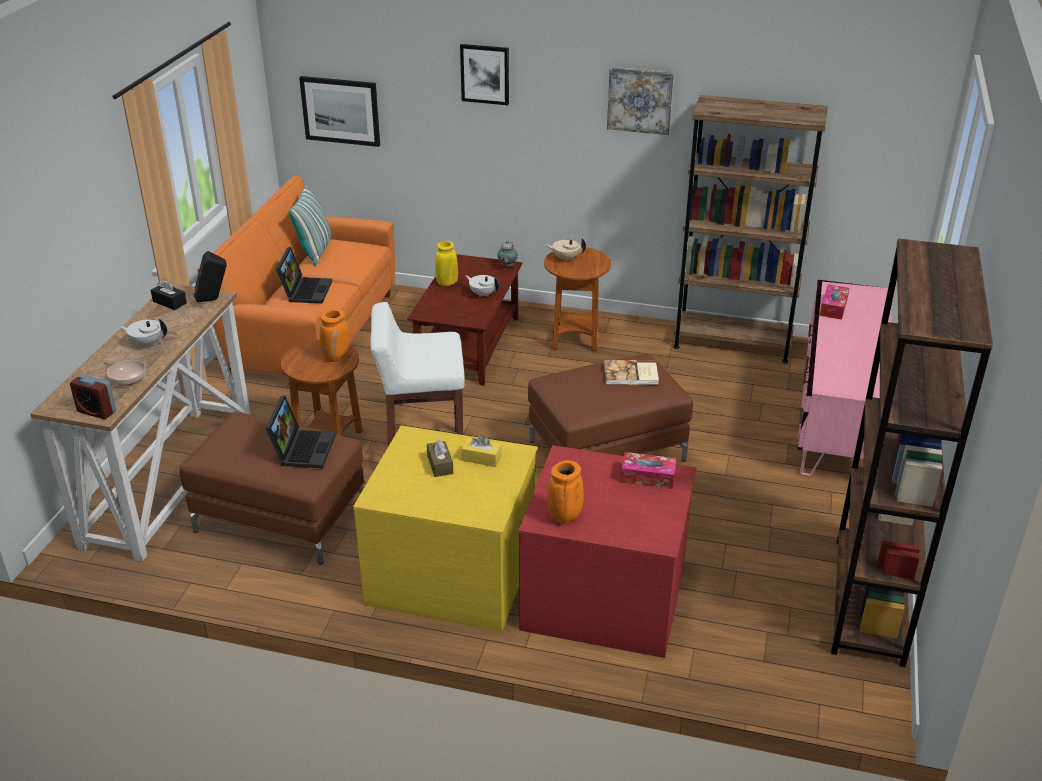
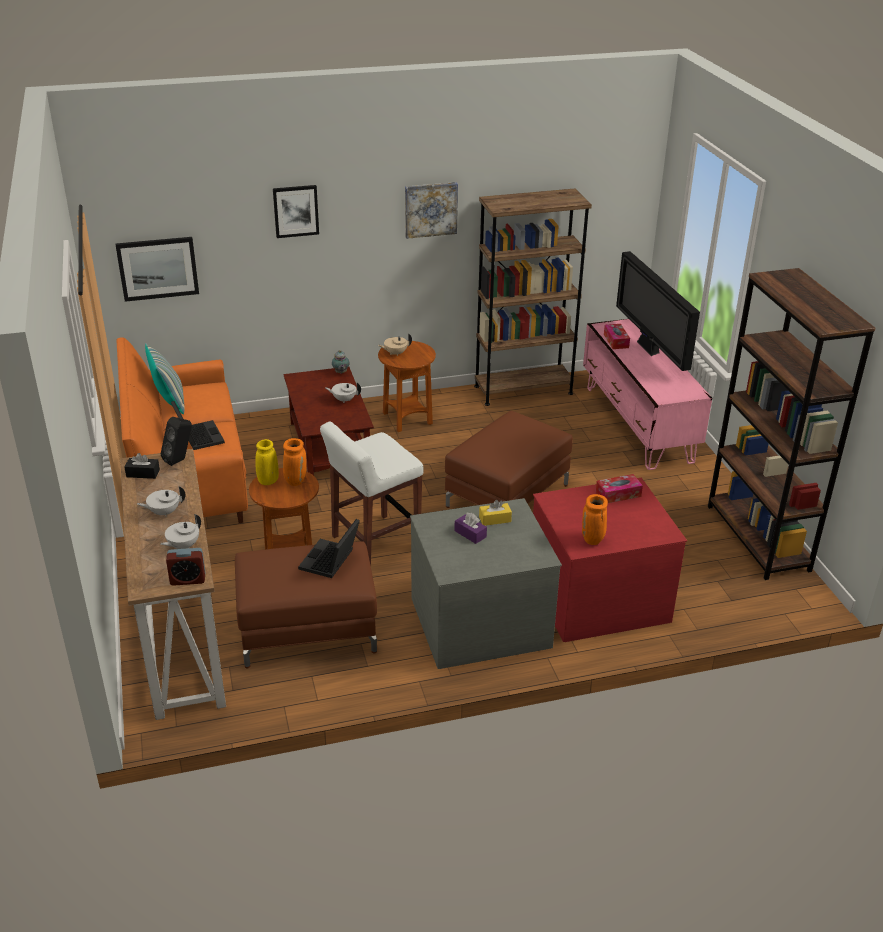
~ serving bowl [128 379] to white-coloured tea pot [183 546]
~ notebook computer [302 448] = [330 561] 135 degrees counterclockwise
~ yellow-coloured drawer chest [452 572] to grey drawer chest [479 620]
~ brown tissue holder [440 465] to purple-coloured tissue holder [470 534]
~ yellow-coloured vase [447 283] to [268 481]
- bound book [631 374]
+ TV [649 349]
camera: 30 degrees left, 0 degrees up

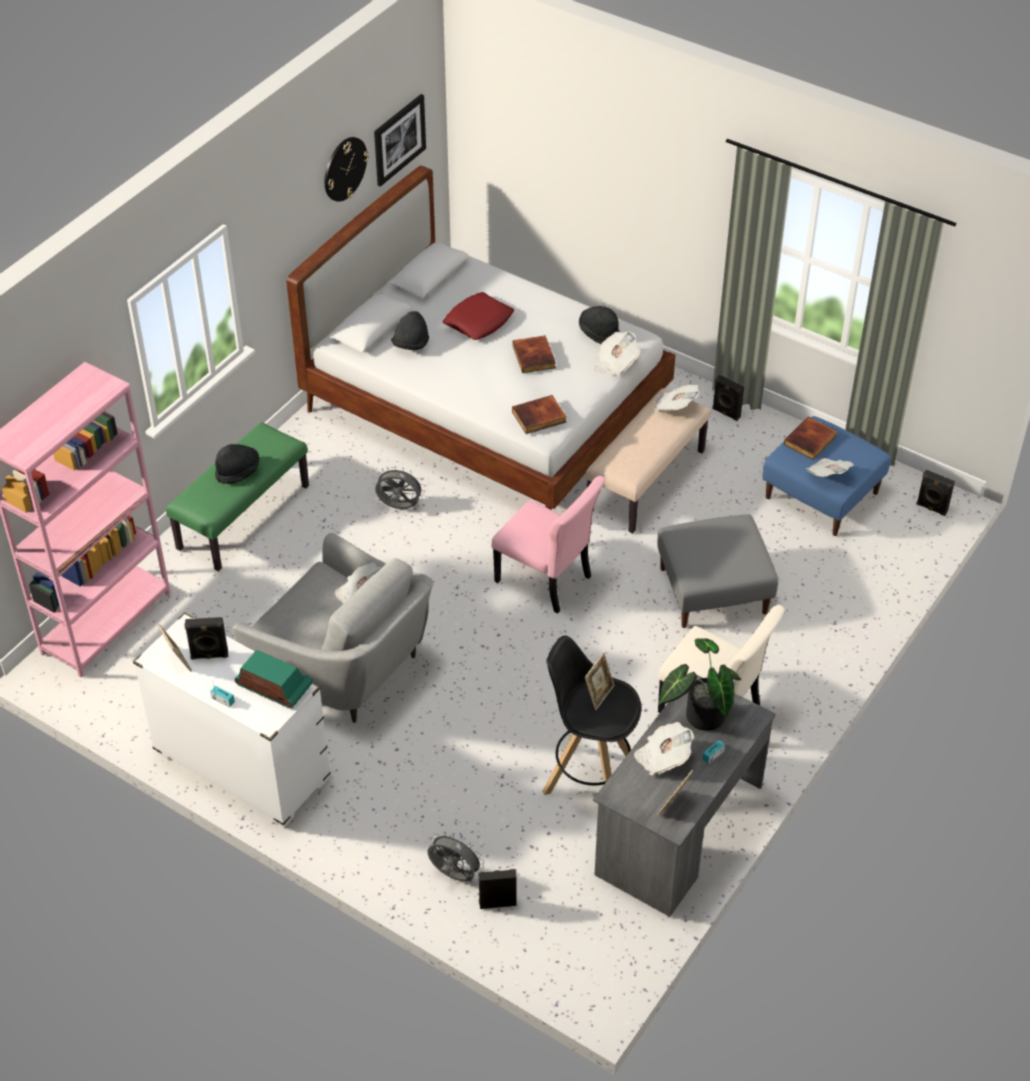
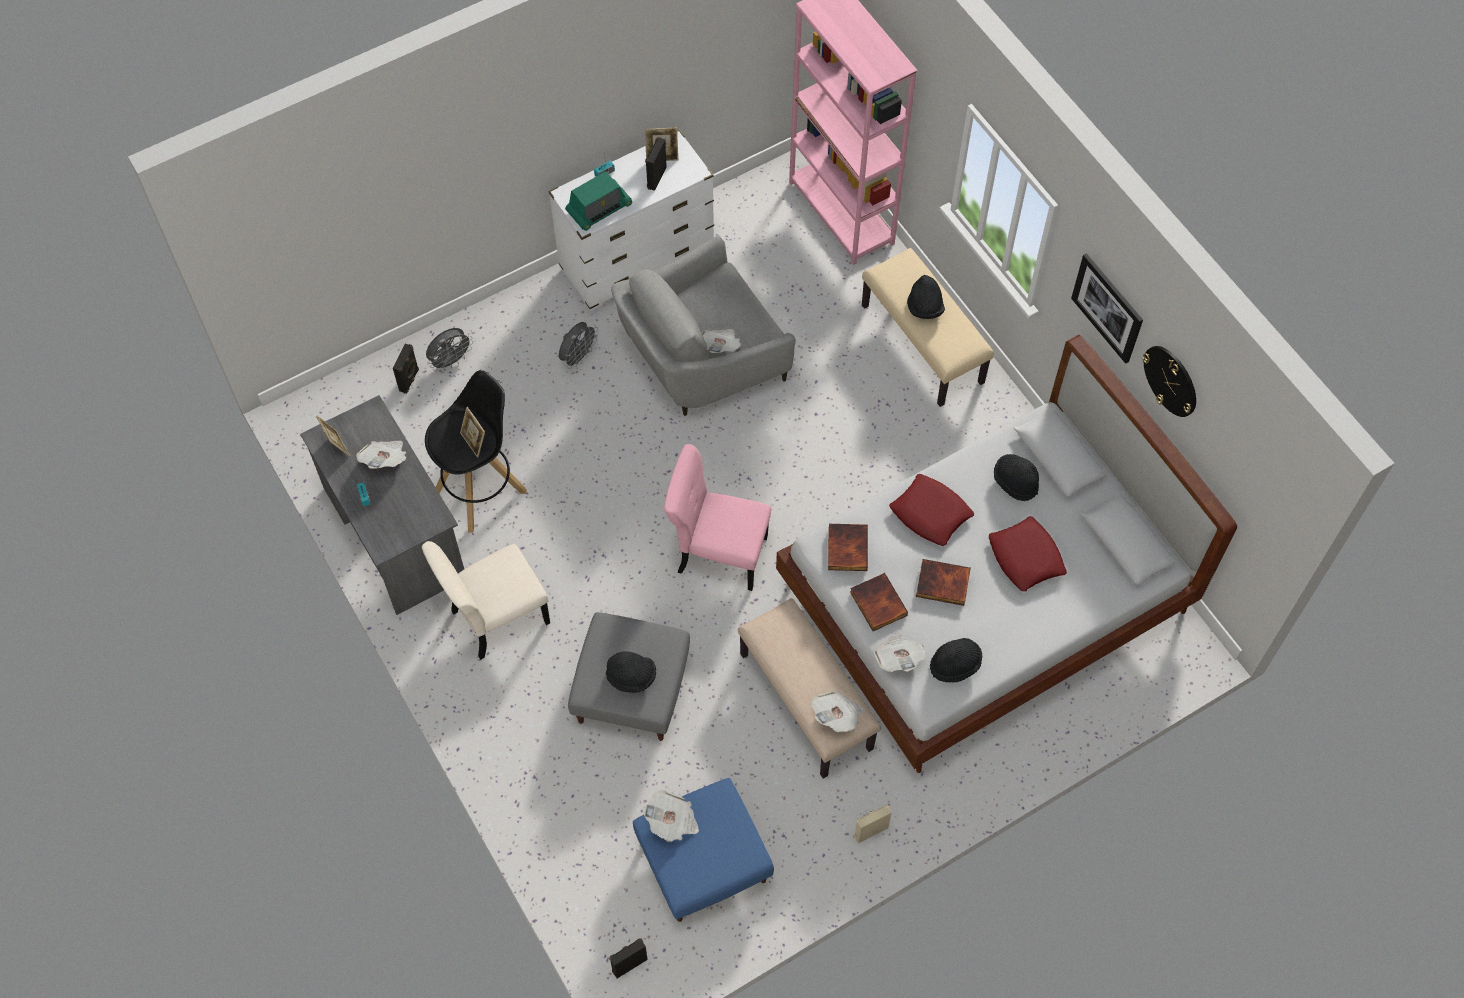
~ greenish long seat [243 516] to beige-coloured long seat [923 344]
~ picture [398 139] to [1108 307]
~ grey cooling fan [399 507] to [578 357]
~ pink-coloured plain chair [546 581] = [718 553] 45 degrees clockwise
- potted plant [700 715]
~ black-coloured speaker [725 413] to beige-coloured speaker [870 831]
~ bound book [810 441] to [877 603]
+ black-coloured wearable hat [631 677]
+ red-coloured pillow [930 513]
camera: 115 degrees right, 15 degrees up

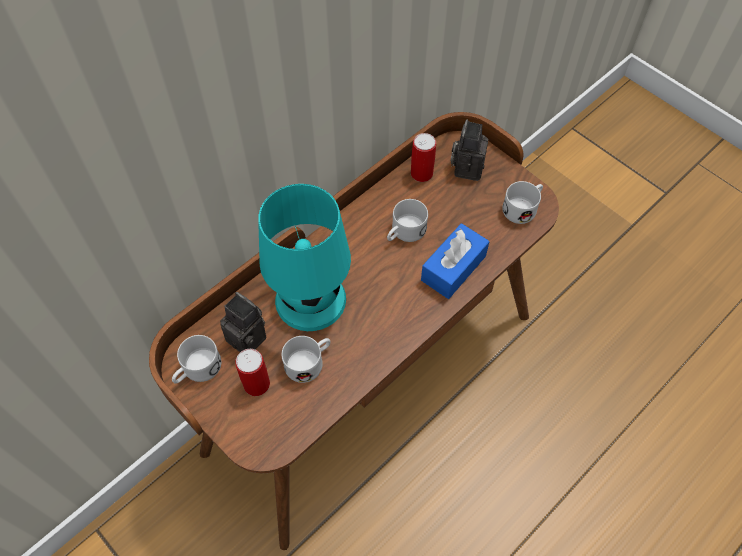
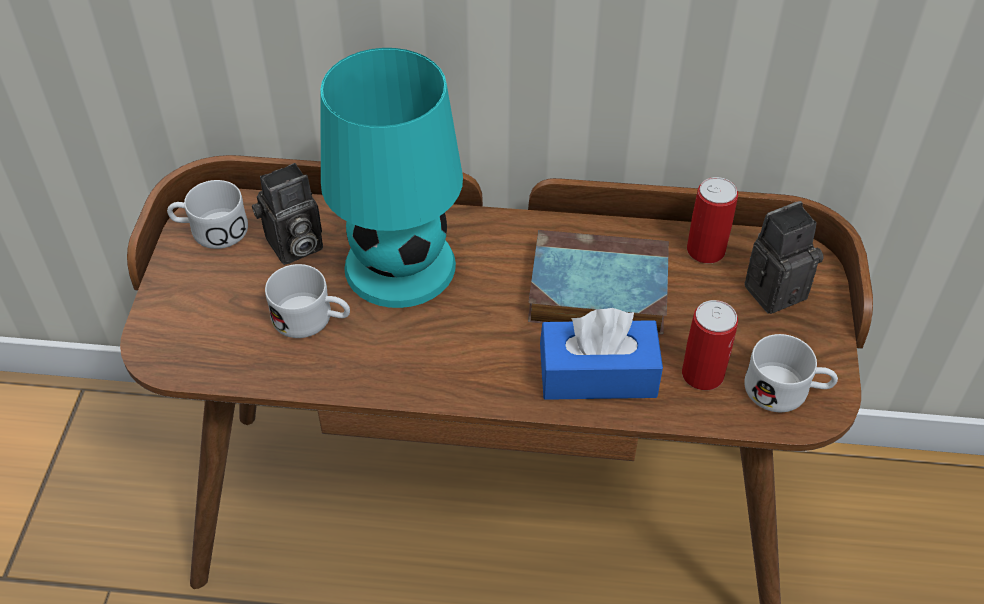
~ photo camera [250 338] = [293 247] 60 degrees clockwise
~ metal can [256 384] to [702 374]
~ white-coloured mug [404 232] to bound book [594 291]
camera: 50 degrees right, 10 degrees down

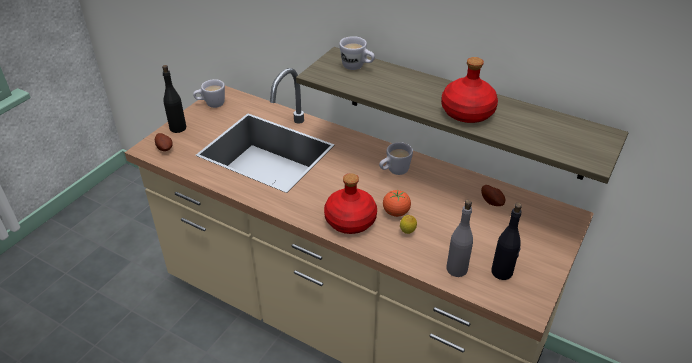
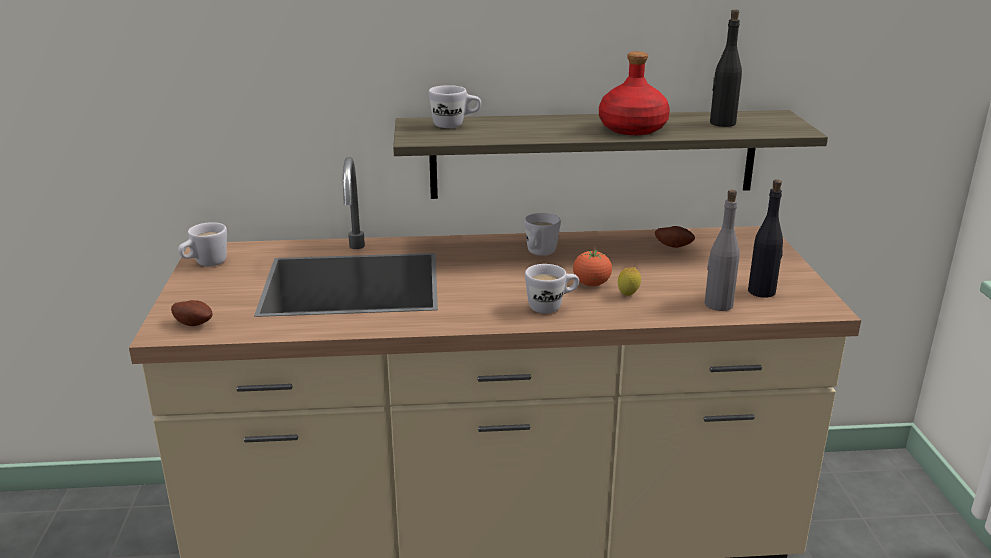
~ black-coloured drink bottle [178 128] to [722 123]
~ red-coloured drink bottle [351 220] to white-coloured mug [552 306]
camera: 35 degrees left, 15 degrees down

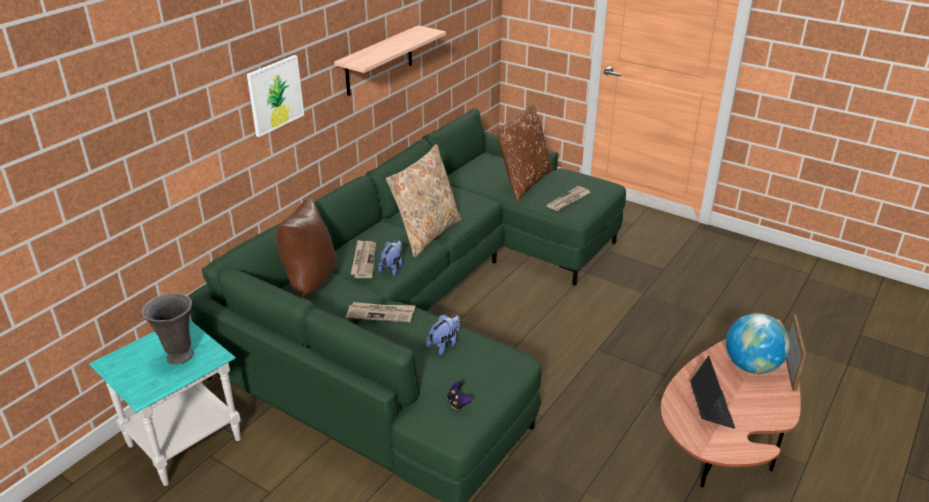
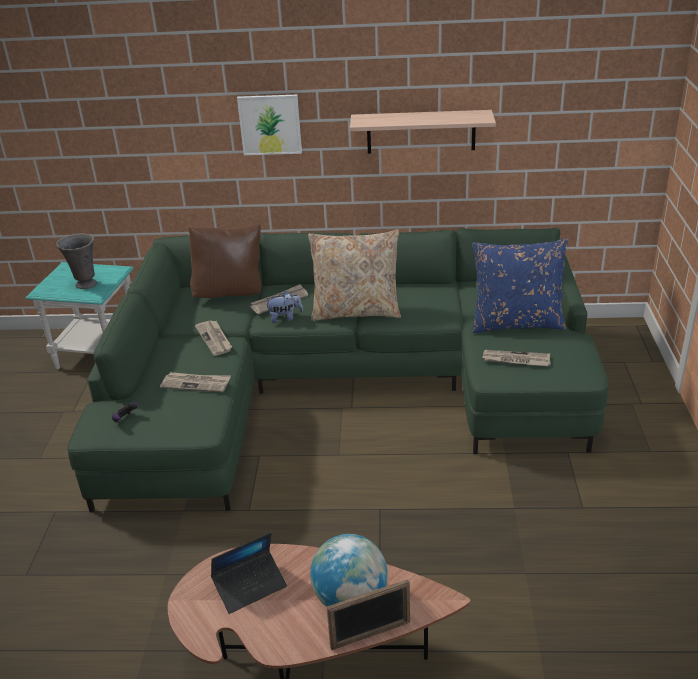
~ plush toy [444 345] to daily paper [196 383]
~ brown pillow [523 182] to blue-coloured pillow [516 322]
camera: 60 degrees right, 0 degrees up

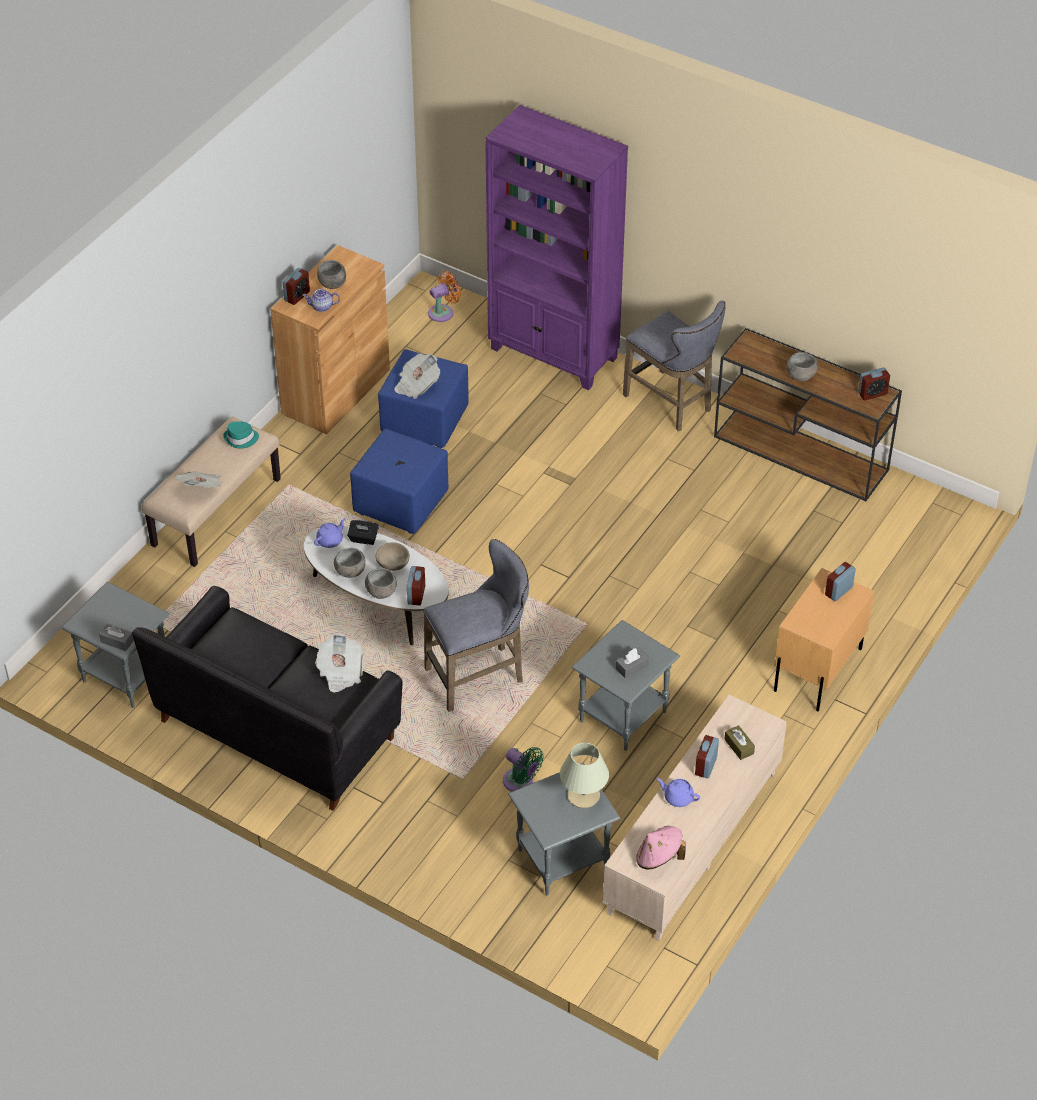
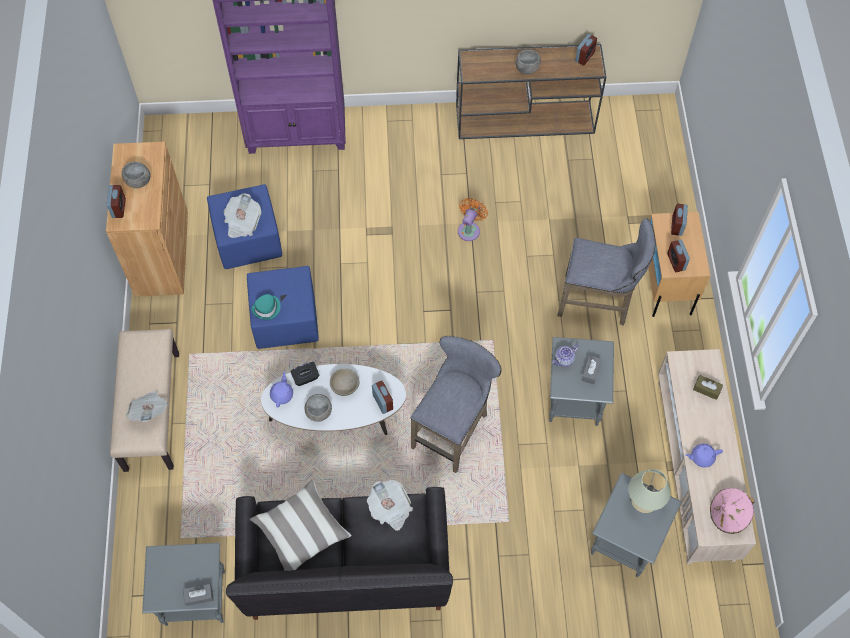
~ blue-green wearable hat [241 439] to [267 308]
~ tea pot [321 307] to [564 360]
- grey serving bowl [381 592]
~ orange-coloured cooling fan [443 312] to [469 229]
- greenish cooling fan [520 782]
~ grey sitting stool [672 404] to [598 302]
~ bedside clock [706 766] to [676 262]
+ pillow [301 531]
camera: 35 degrees left, 15 degrees up

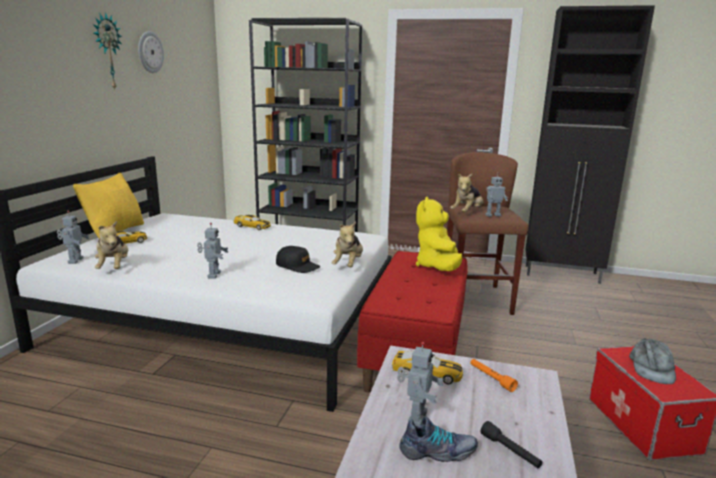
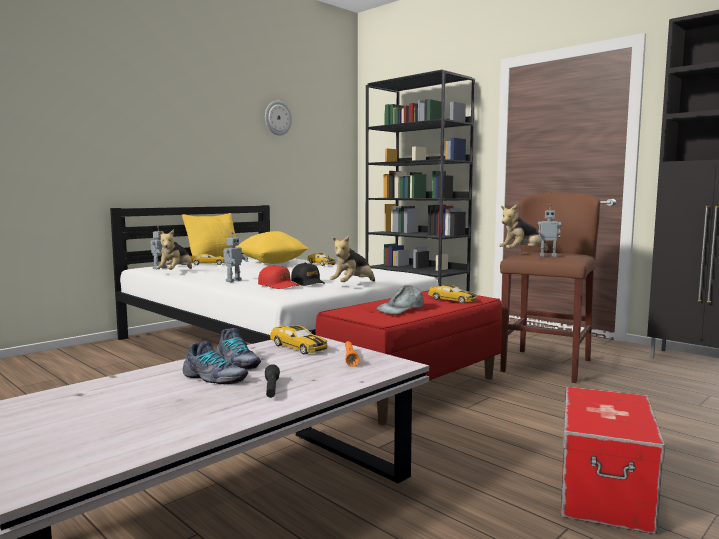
- hanging clock [107 52]
~ toy robot [415 417] to low shoe [237 363]
~ yellow-coloured plush toy [437 267] to toy car [452 300]
~ grey baseball cap [651 368] to [401 309]
+ yellow-coloured pillow [271 263]
+ red-coloured baseball cap [278 286]
camera: 30 degrees right, 10 degrees down

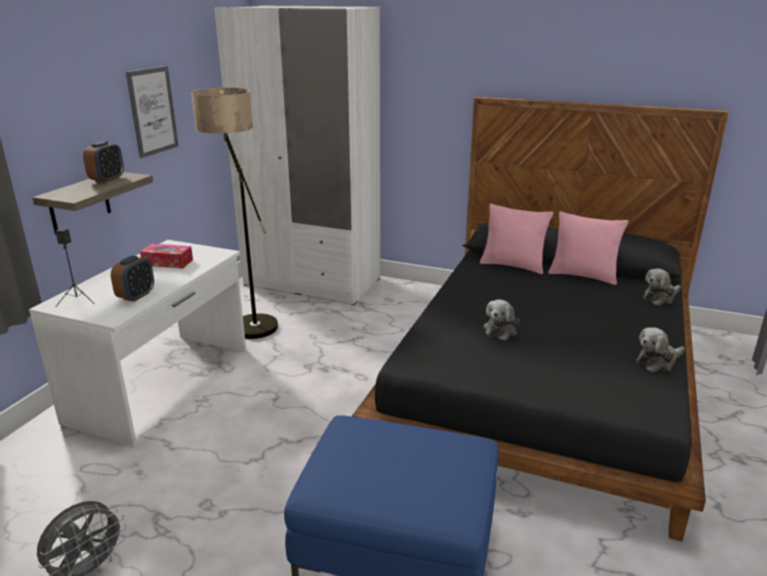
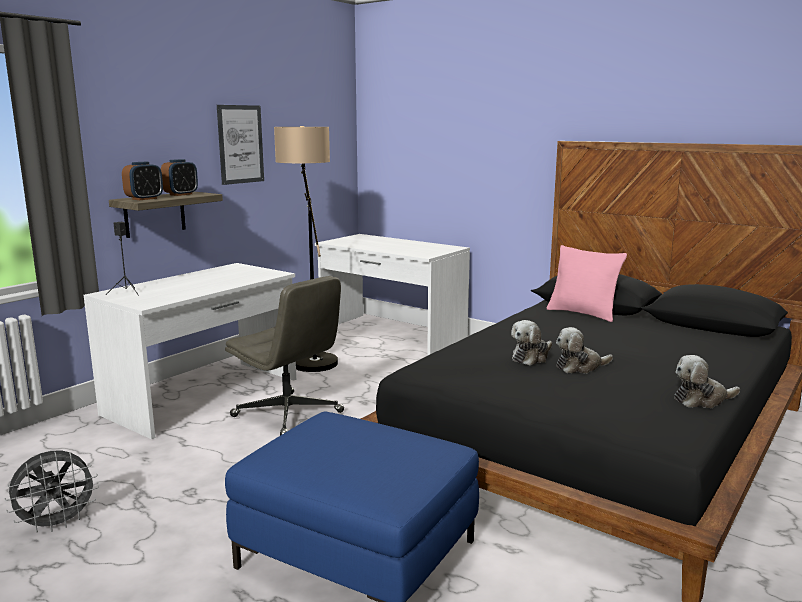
~ bedside clock [136 296] to [144 199]
- tissue holder [167 262]
~ white-coloured wardrobe [312 282] to white-coloured desk unit [391 334]
- pink-coloured pillow [583 276]
~ plush toy [660 298] to [580 367]
+ grey desk chair [289 414]
camera: 15 degrees right, 10 degrees down

